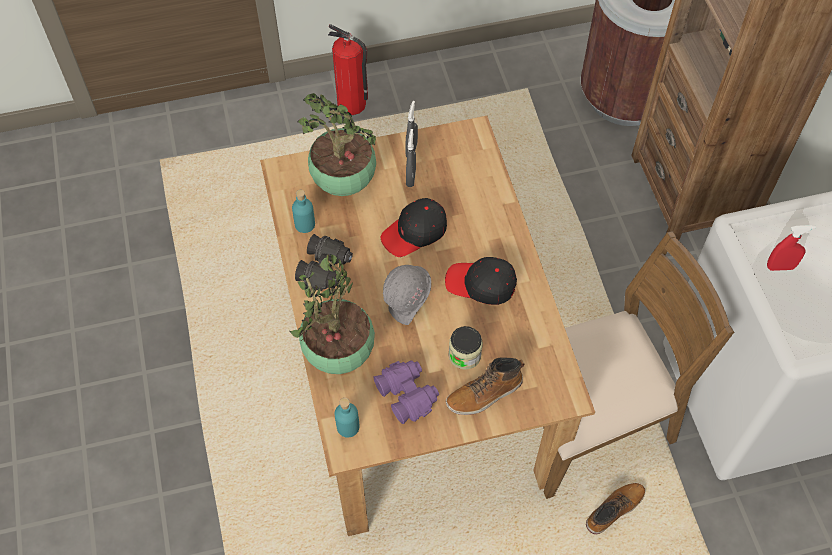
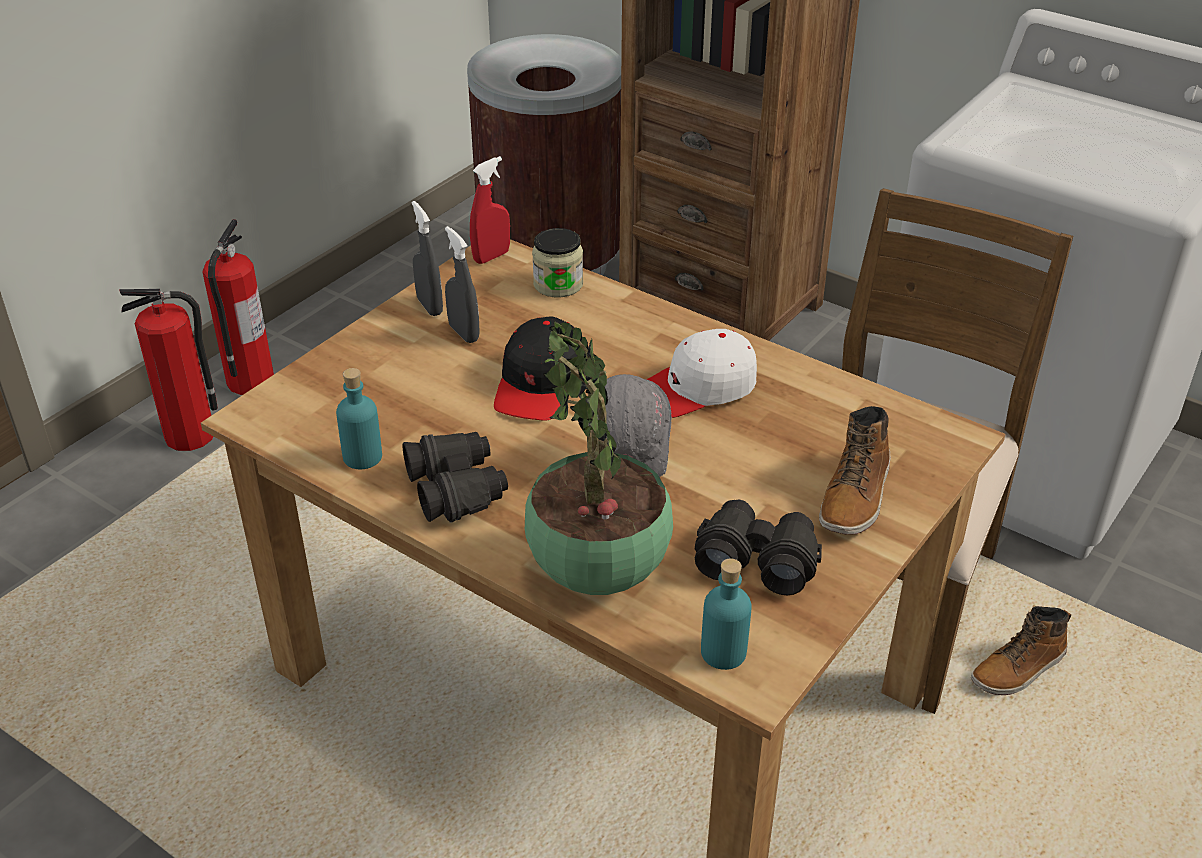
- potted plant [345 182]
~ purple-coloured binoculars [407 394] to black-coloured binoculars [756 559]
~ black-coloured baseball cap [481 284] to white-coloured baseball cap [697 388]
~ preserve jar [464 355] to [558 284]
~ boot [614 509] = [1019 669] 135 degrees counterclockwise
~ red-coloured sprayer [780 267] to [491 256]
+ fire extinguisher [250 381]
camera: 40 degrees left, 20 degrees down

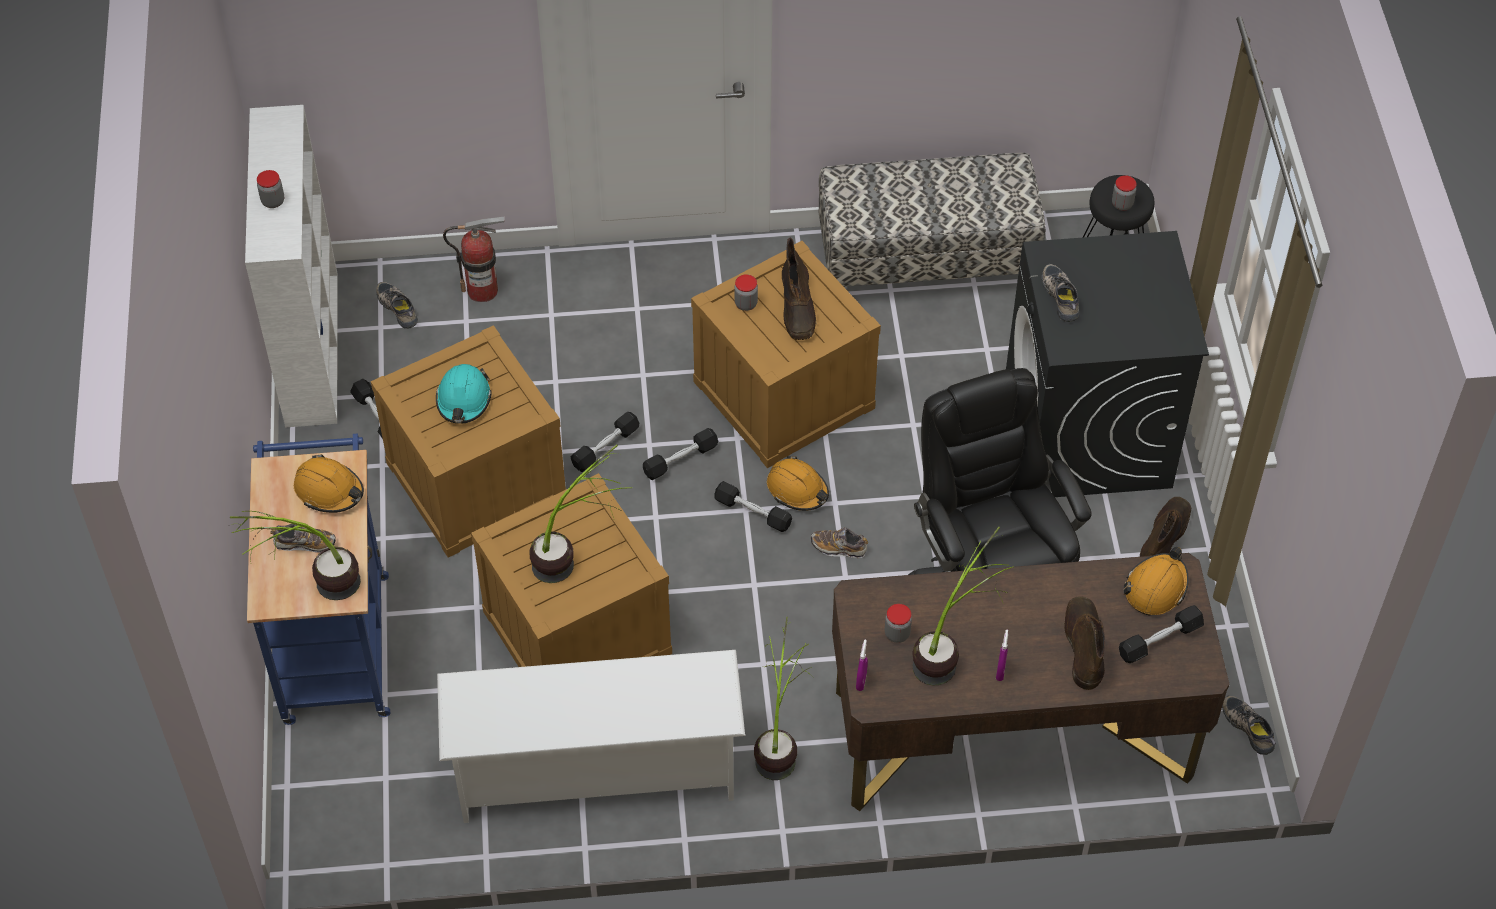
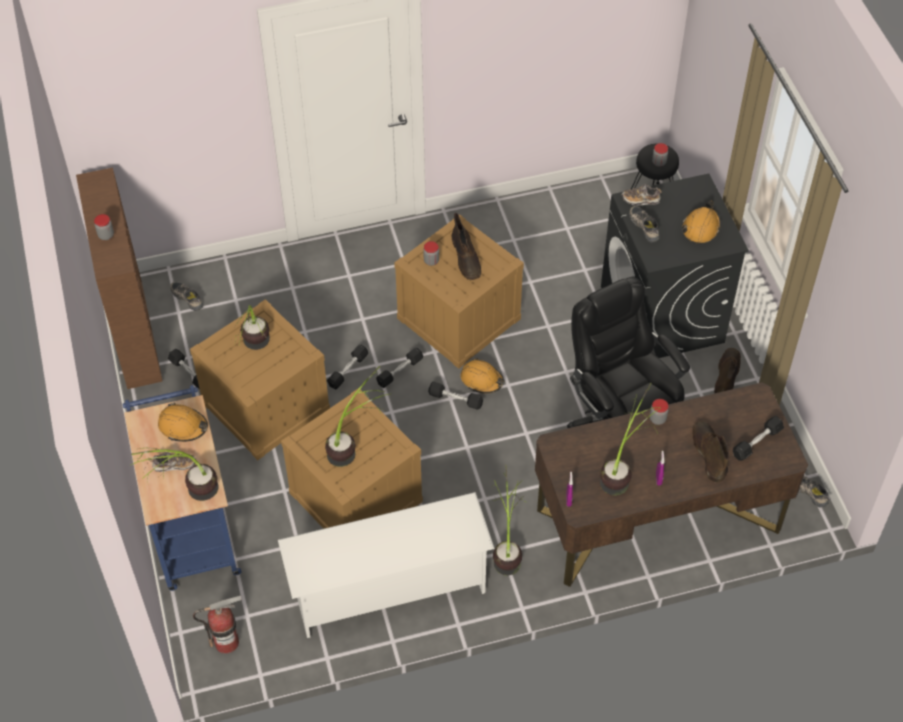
~ white-coloured bookcase [311 347] to brown bookcase [134 332]
~ blue-green safety helmet [463 400] to potted plant [256 352]
~ fire extinguisher [482 290] to [226 642]
~ low shoe [838 548] to [640 200]
- long seat [926 262]
~ preserve jar [897 634] to [657 419]
~ orange-coloured safety helmet [1156 588] to [701 227]
camera: 10 degrees left, 0 degrees up

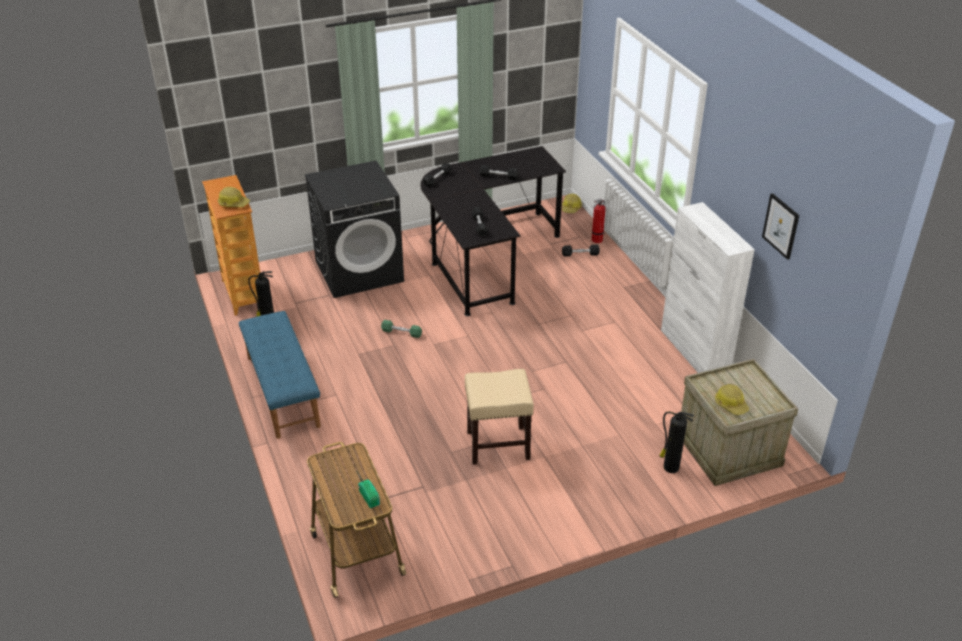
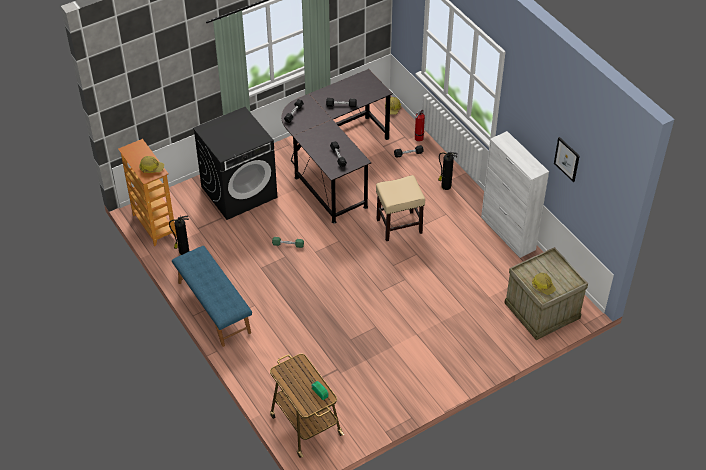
~ beige-coloured sitting stool [497 445] to [398 226]
~ fire extinguisher [670 467] to [445 186]
camera: 10 degrees left, 10 degrees up

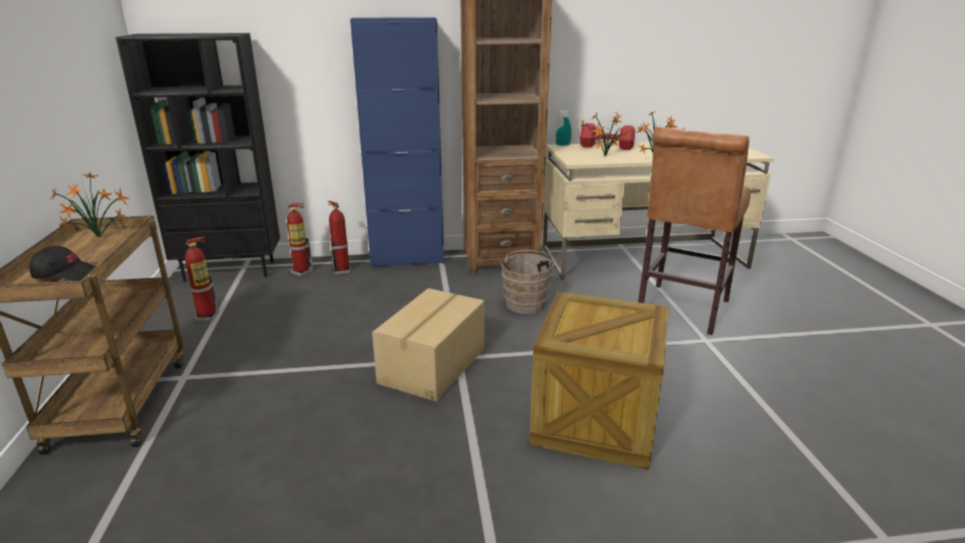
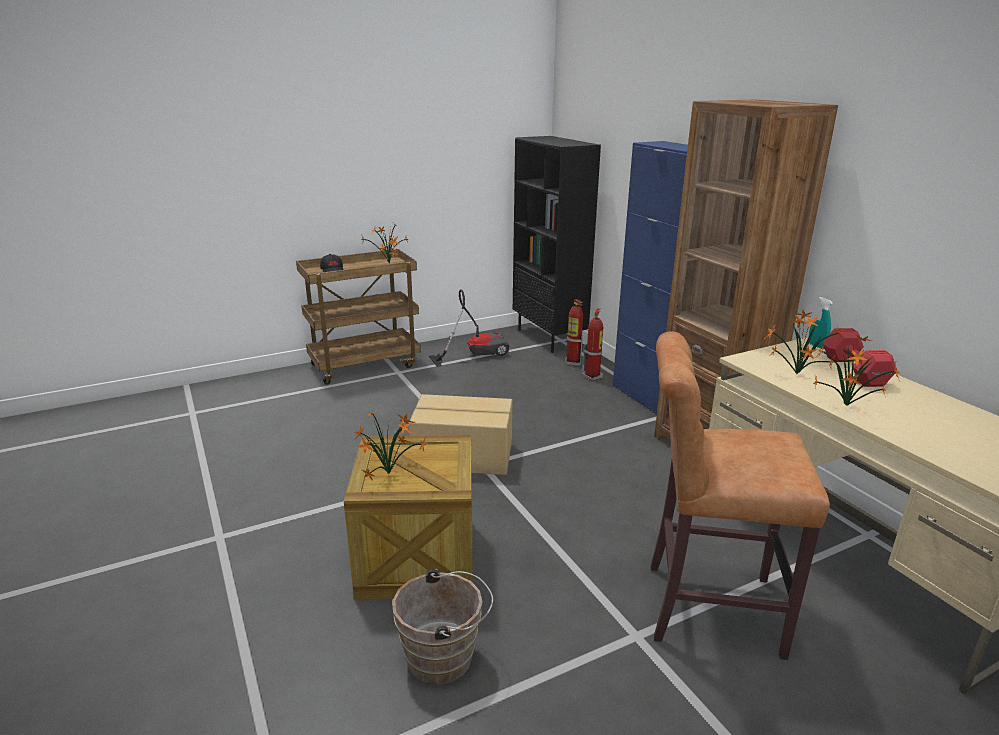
~ fire extinguisher [207 317] to vacuum cleaner [475 354]
~ brown water bucket [526 303] to [445 657]
+ potted plant [390 473]
camera: 70 degrees right, 0 degrees up

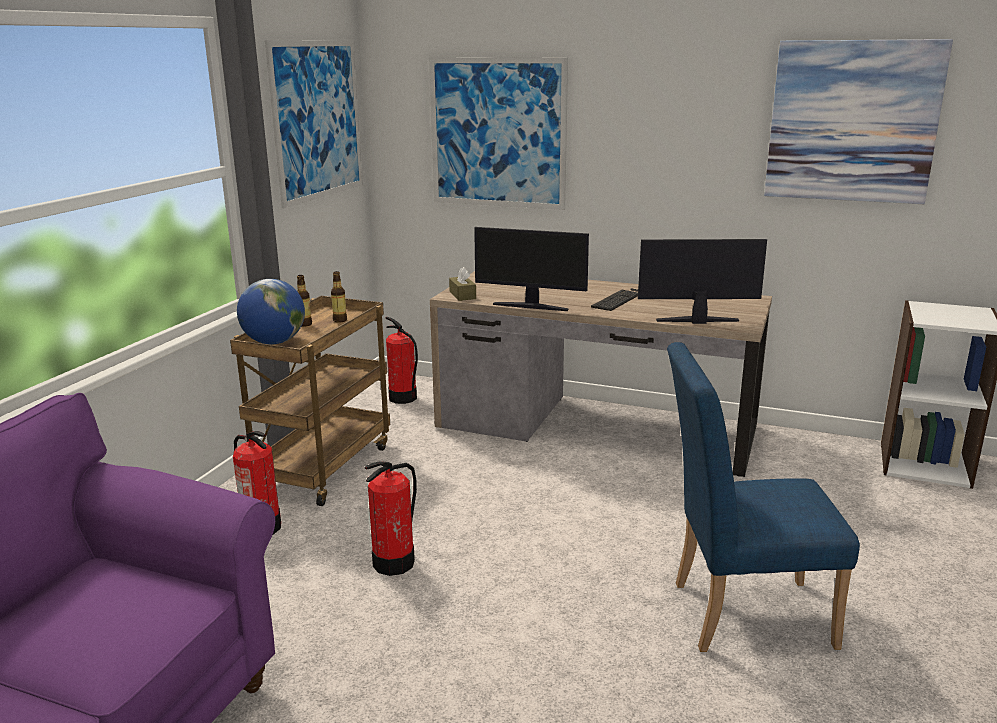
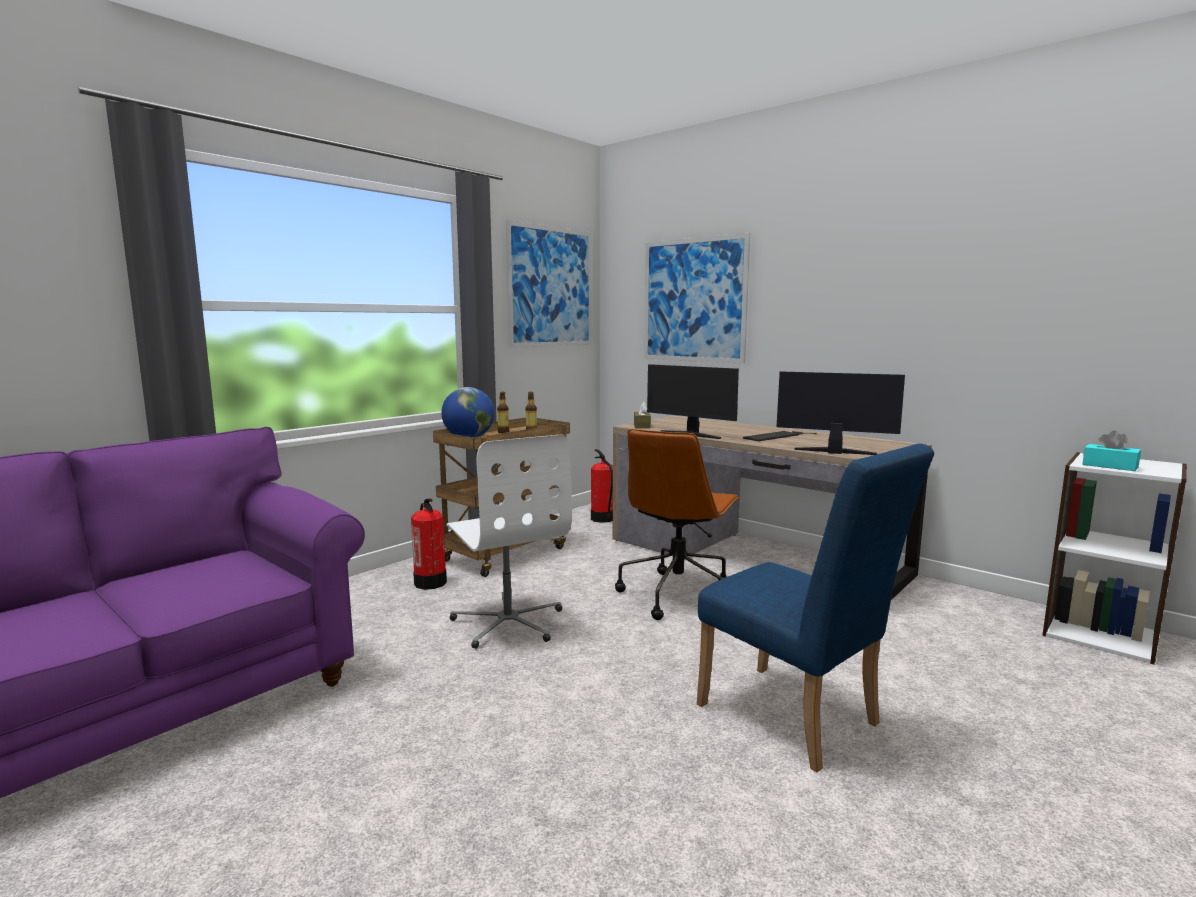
~ fire extinguisher [394 563] to white-coloured desk chair [508 622]
~ blue-coloured plain chair [739 613] = [797 720] 150 degrees counterclockwise
- picture [852 122]
+ brown desk chair [678 594]
+ blue-green tissue holder [1110 466]
camera: 20 degrees right, 10 degrees down

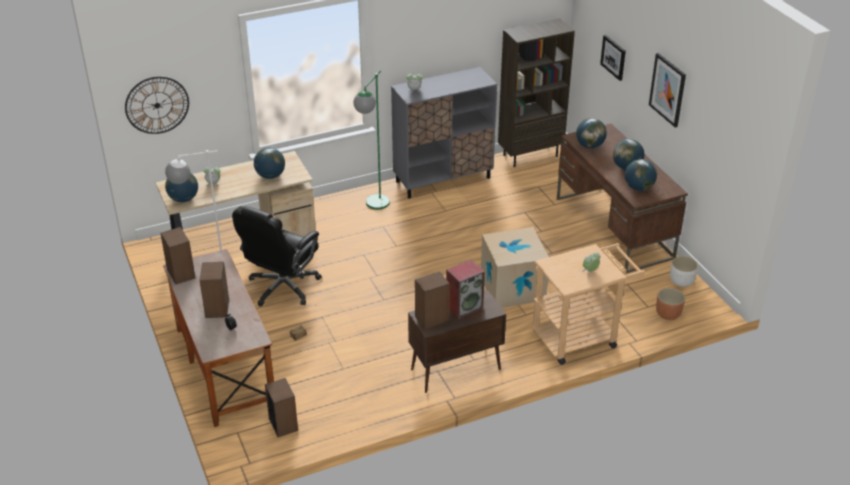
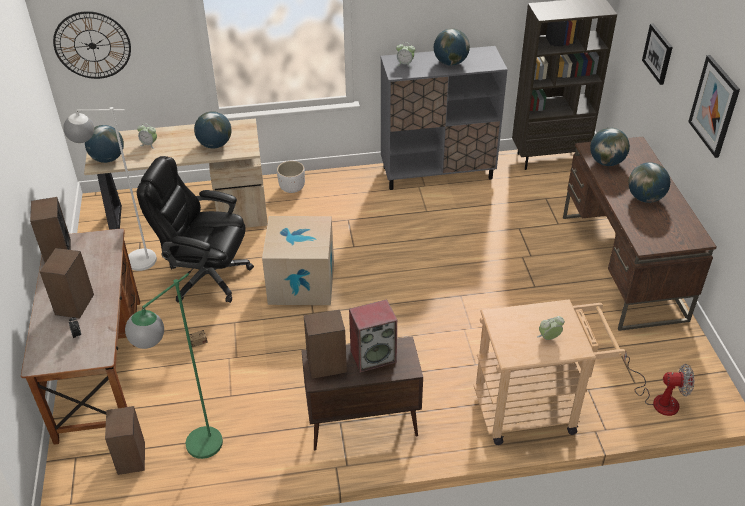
~ black-coloured desk chair [282 287] = [206 276] 60 degrees clockwise
~ greenish standard lamp [374 207] to [194 452]
~ cardboard box [512 288] to [301 283]
~ globe [638 188] to [450 63]
~ brown plant pot [667 314] to cooling fan [658 399]
~ white-coloured plant pot [681 282] to [292 188]
camera: 15 degrees right, 5 degrees up

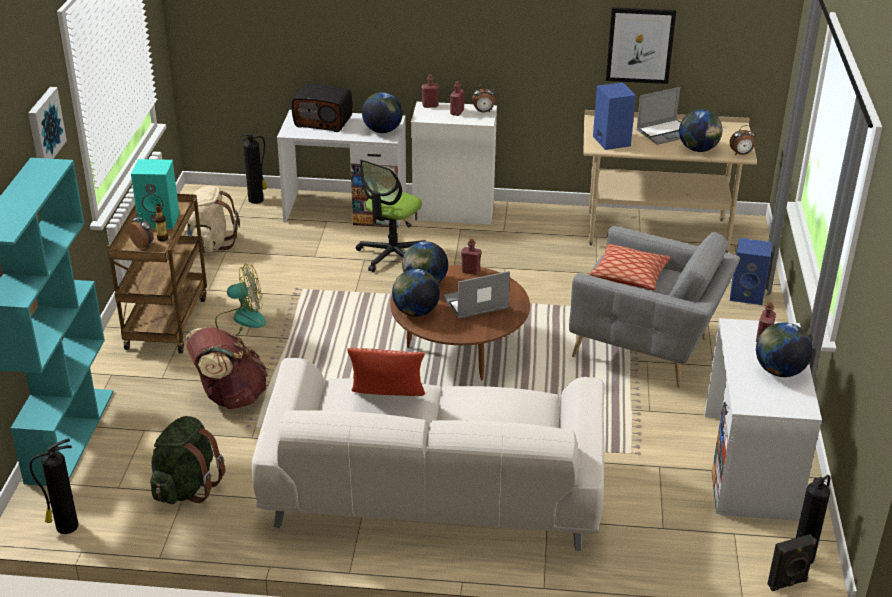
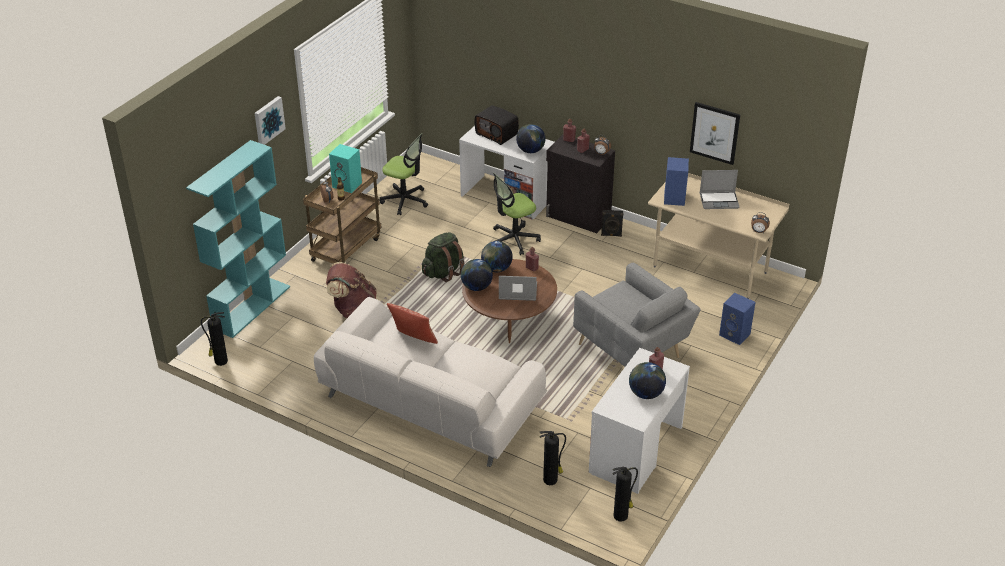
~ greenish knapsack [186 487] to [443 272]
~ beige-coloured knapsack [211 244] to desk chair [405 200]
- cooling fan [241 320]
~ fire extinguisher [256 199] to [551 480]
~ white-coloured cupboard [453 212] to black-coloured cupboard [578 217]
- pillow [629 276]
- globe [698 149]
~ black-coloured speaker [788 583] to [611 235]
camera: 25 degrees right, 5 degrees up

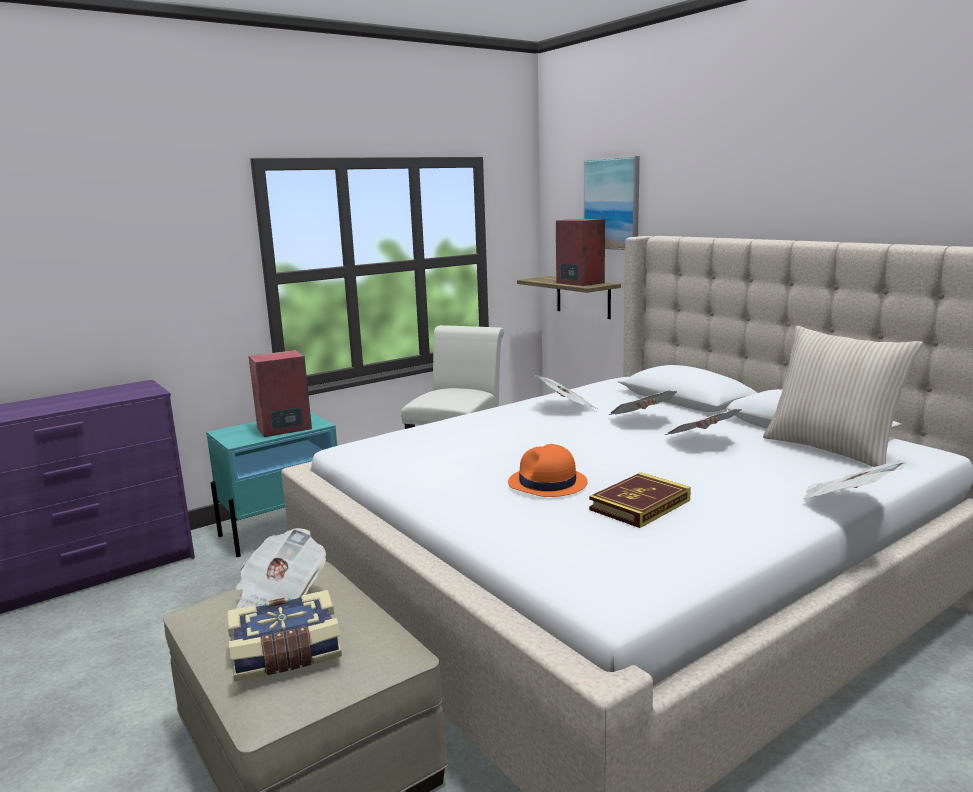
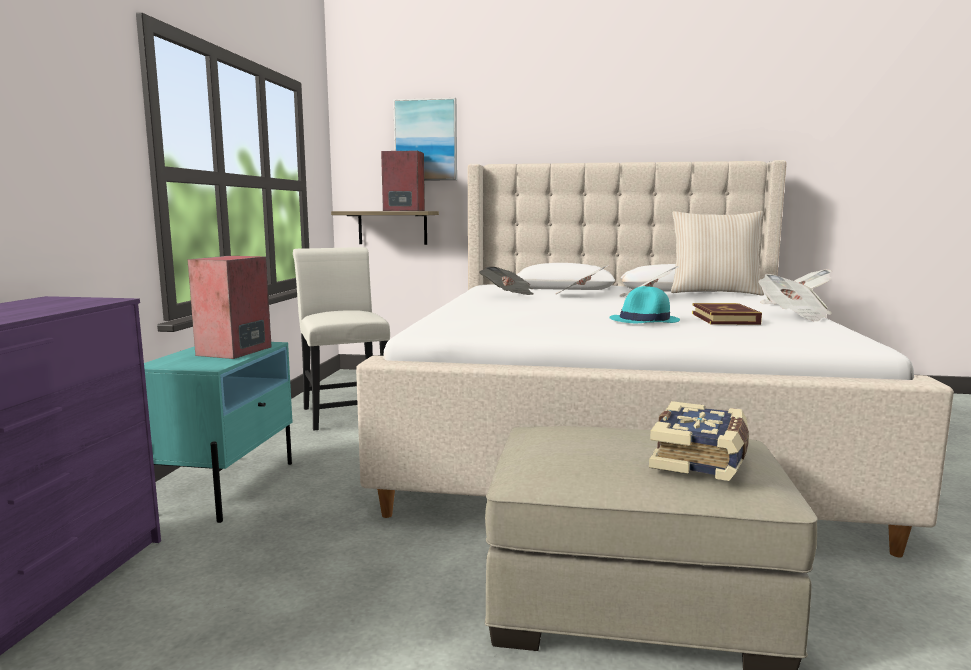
~ daily paper [279 598] to [793 316]
~ orange-coloured wearable hat [547 483] to blue-green wearable hat [644 320]
camera: 45 degrees left, 5 degrees down

